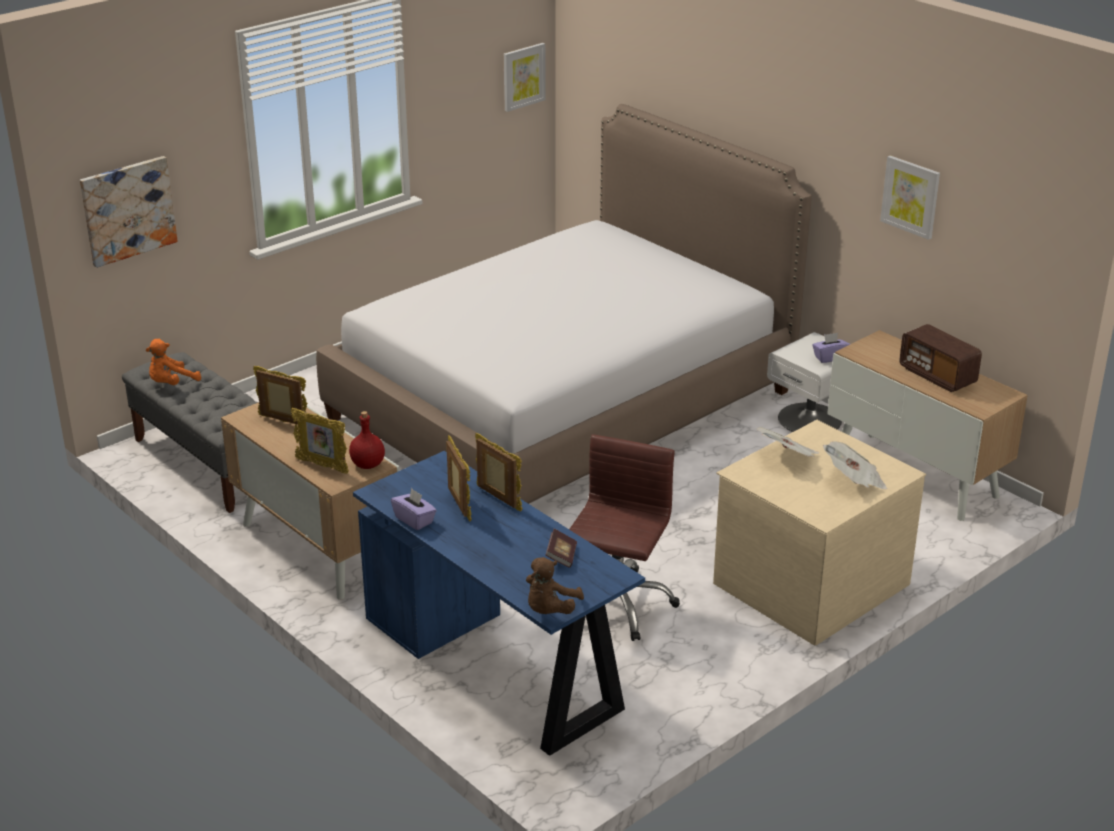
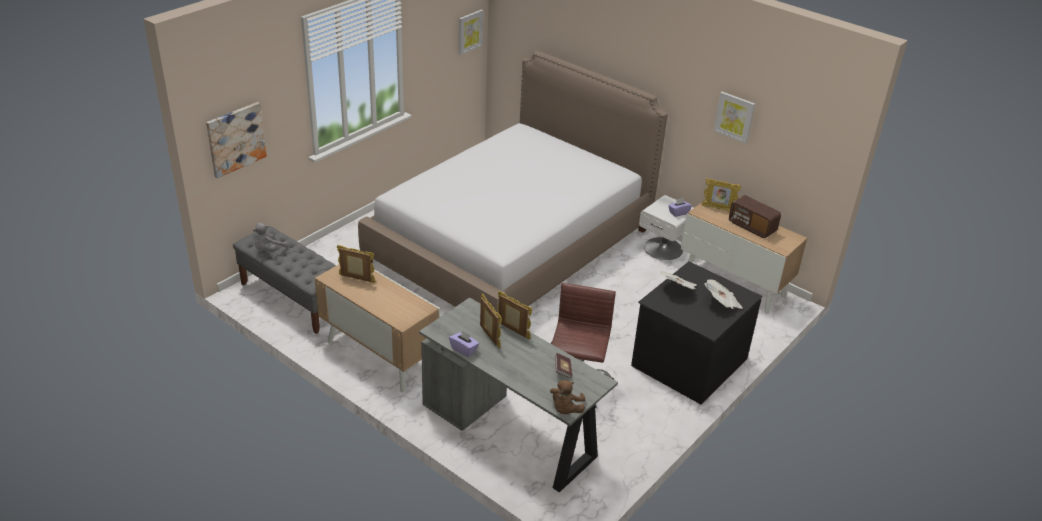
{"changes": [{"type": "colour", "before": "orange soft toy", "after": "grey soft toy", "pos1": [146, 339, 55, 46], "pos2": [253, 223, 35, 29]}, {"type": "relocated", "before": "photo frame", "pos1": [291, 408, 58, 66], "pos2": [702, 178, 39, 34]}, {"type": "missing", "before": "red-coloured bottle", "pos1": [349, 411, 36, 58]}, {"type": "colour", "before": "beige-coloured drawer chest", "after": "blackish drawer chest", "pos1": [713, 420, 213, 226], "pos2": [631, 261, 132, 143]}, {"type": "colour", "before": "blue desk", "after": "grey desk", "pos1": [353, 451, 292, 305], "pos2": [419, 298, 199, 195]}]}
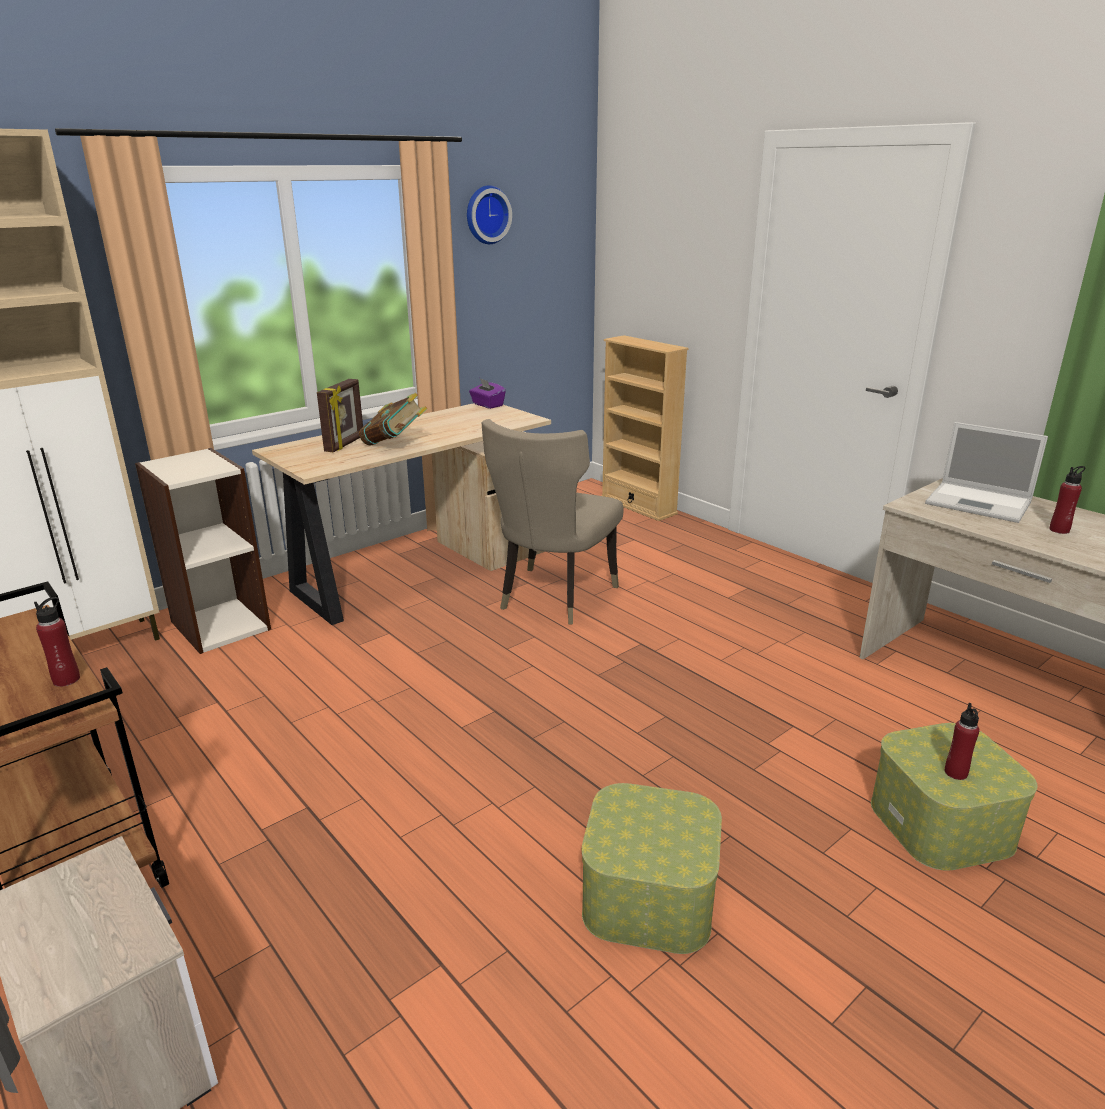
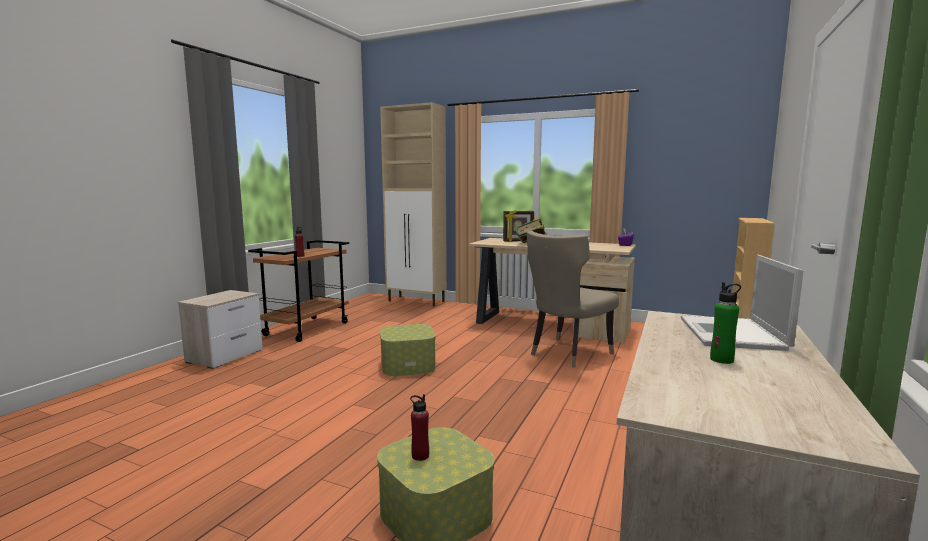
{"changes": [{"type": "missing", "before": "wall clock", "pos1": [467, 185, 45, 59]}, {"type": "spun", "before": "beige-coloured chair", "pos1": [482, 419, 142, 205], "pos2": [527, 231, 92, 137], "turn": -45}, {"type": "missing", "before": "bookcase", "pos1": [135, 448, 136, 206]}, {"type": "colour", "before": "red-coloured bottle", "after": "green-coloured bottle", "pos1": [1049, 466, 37, 68], "pos2": [710, 282, 31, 82]}, {"type": "relocated", "before": "storage container", "pos1": [582, 783, 140, 171], "pos2": [380, 324, 56, 52]}]}
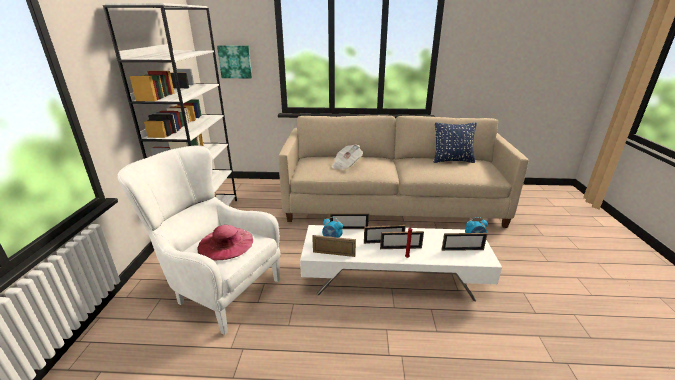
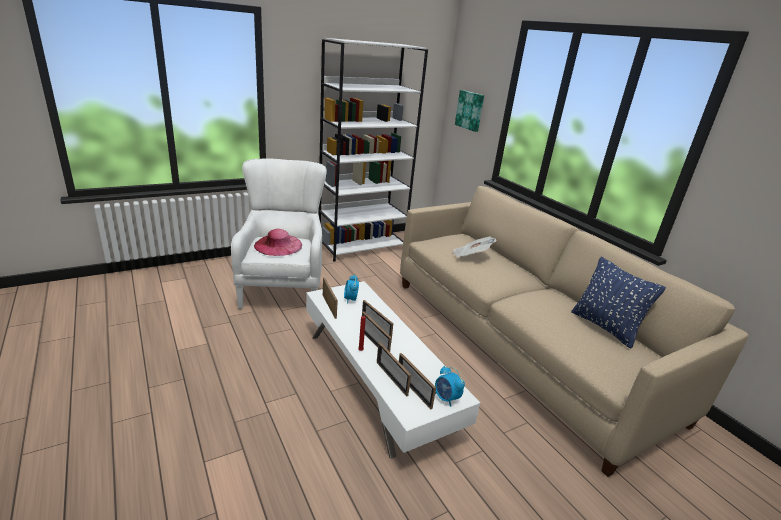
{"changes": [{"type": "relocated", "before": "photo frame", "pos1": [330, 213, 39, 16], "pos2": [377, 342, 34, 55]}]}
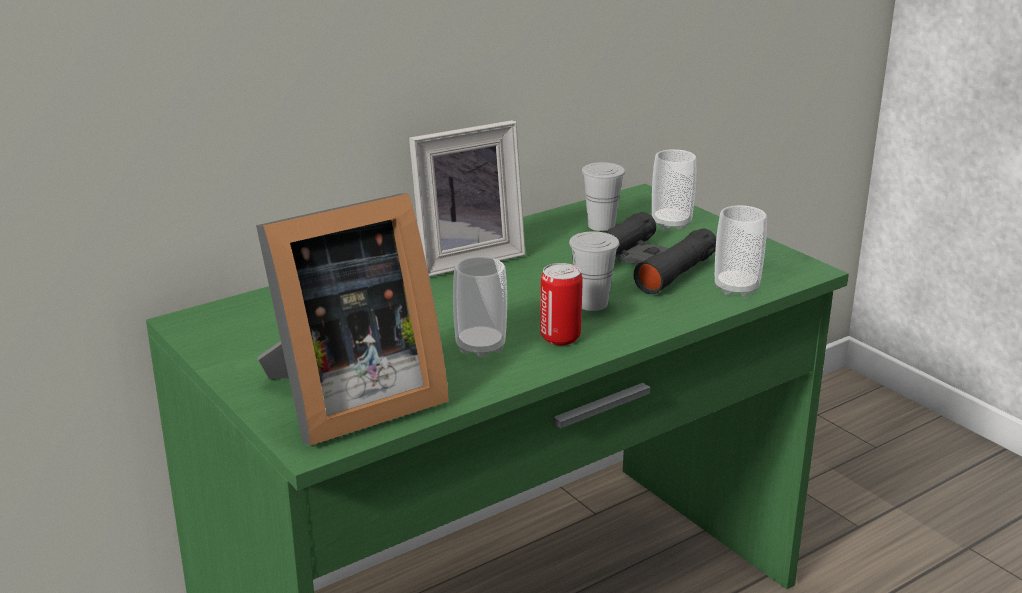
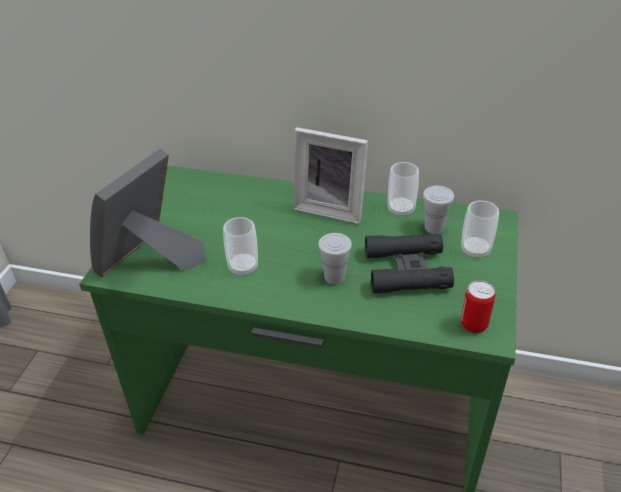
{"changes": [{"type": "spun", "before": "photo frame", "pos1": [256, 193, 193, 252], "pos2": [90, 149, 116, 129], "turn": 105}, {"type": "relocated", "before": "drinking cup", "pos1": [715, 205, 52, 92], "pos2": [388, 162, 31, 55]}, {"type": "relocated", "before": "sealed can", "pos1": [540, 263, 43, 82], "pos2": [461, 280, 34, 53]}]}
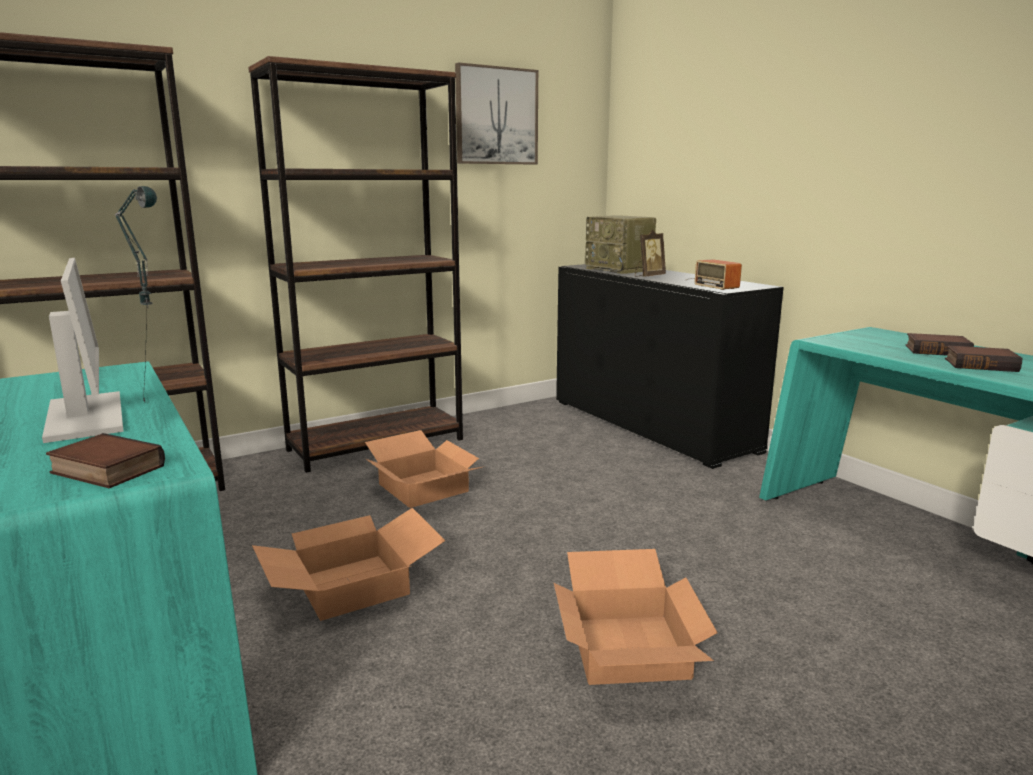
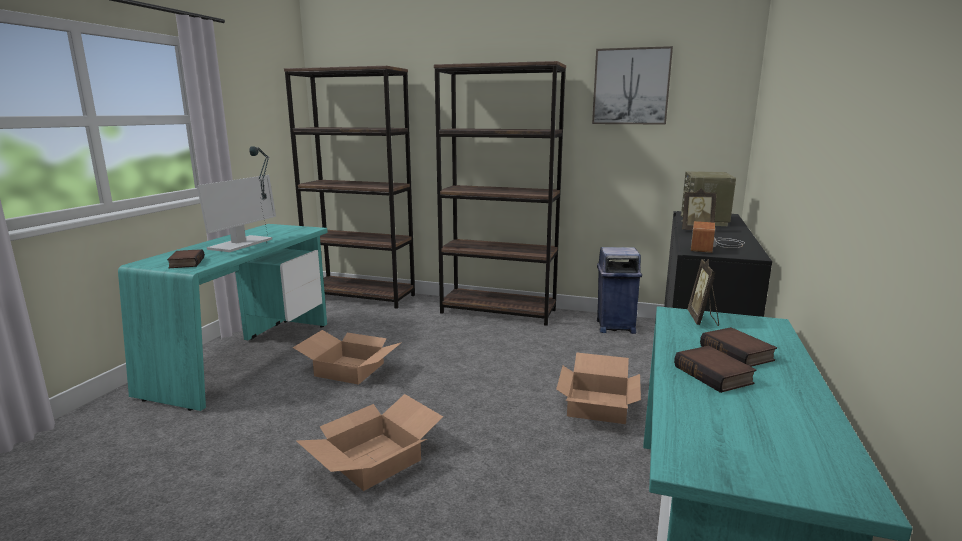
{"changes": [{"type": "relocated", "before": "carton", "pos1": [365, 430, 120, 78], "pos2": [556, 352, 85, 72]}, {"type": "appeared", "after": "blue waste bin", "pos2": [597, 247, 45, 87]}, {"type": "appeared", "after": "photo frame", "pos2": [688, 259, 31, 67]}]}
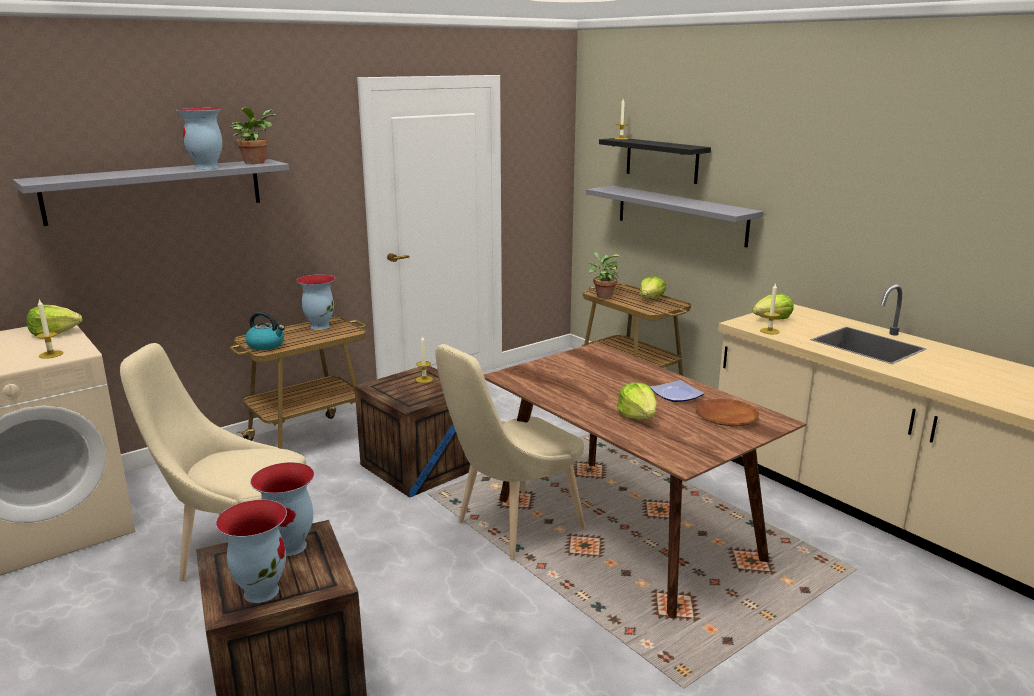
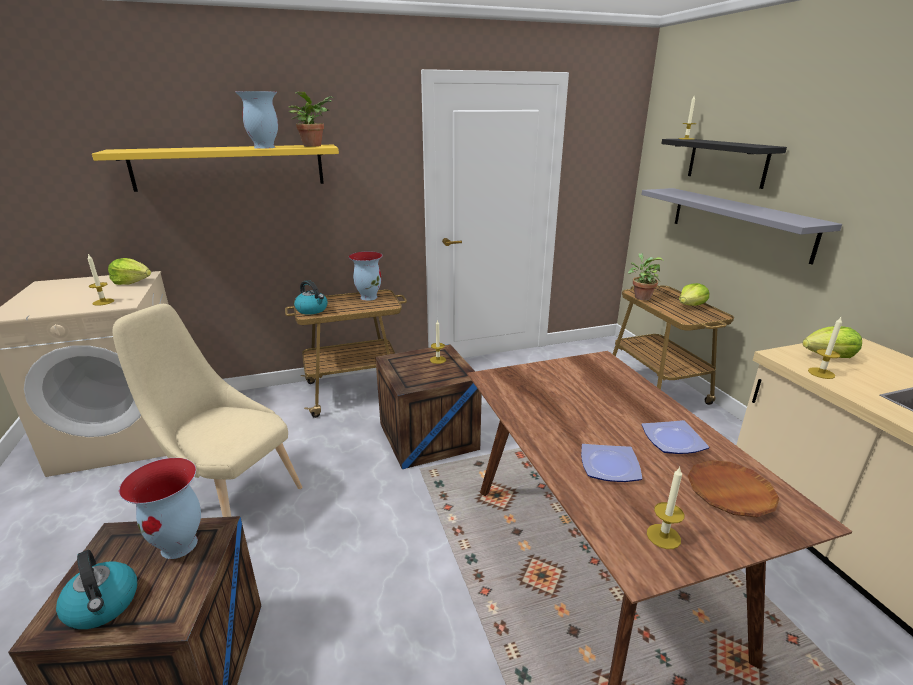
{"changes": [{"type": "colour", "before": "grey wall shelf", "after": "yellow wall shelf", "pos1": [13, 159, 276, 67], "pos2": [92, 145, 247, 47]}, {"type": "missing", "before": "beige-coloured chair", "pos1": [435, 344, 150, 216]}, {"type": "exchanged", "before": "lettuce head", "after": "dinner plate", "pos1": [617, 383, 40, 36], "pos2": [581, 444, 61, 38]}, {"type": "exchanged", "before": "flower vase", "after": "kettle", "pos1": [216, 500, 71, 103], "pos2": [56, 550, 81, 79]}, {"type": "appeared", "after": "candle", "pos2": [647, 467, 37, 82]}]}
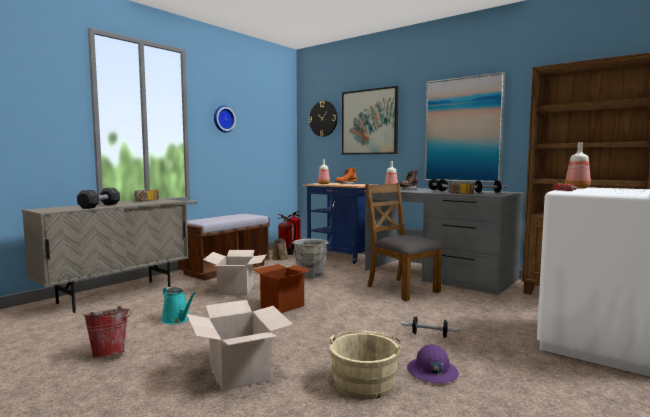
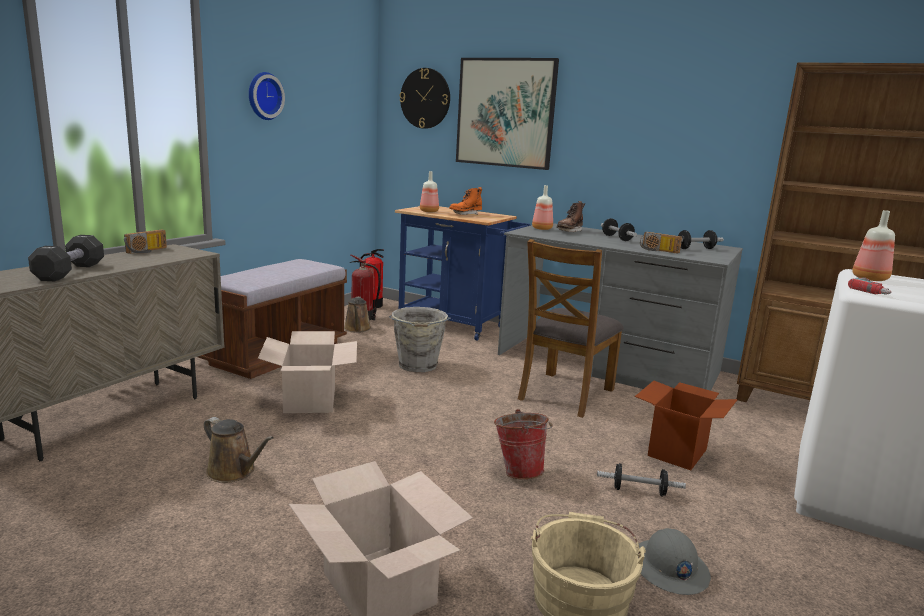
{"changes": [{"type": "missing", "before": "picture", "pos1": [424, 72, 81, 111]}, {"type": "spun", "before": "brown-coloured chair", "pos1": [365, 183, 78, 118], "pos2": [518, 239, 106, 179], "turn": -105}, {"type": "relocated", "before": "carton", "pos1": [253, 264, 60, 49], "pos2": [635, 381, 103, 89]}, {"type": "colour", "before": "turquoise watering pot", "after": "brown-coloured watering pot", "pos1": [161, 287, 35, 37], "pos2": [204, 417, 70, 66]}, {"type": "relocated", "before": "water bucket", "pos1": [83, 306, 49, 51], "pos2": [494, 409, 59, 70]}, {"type": "colour", "before": "purple safety helmet", "after": "grey safety helmet", "pos1": [407, 344, 52, 39], "pos2": [639, 528, 72, 67]}]}
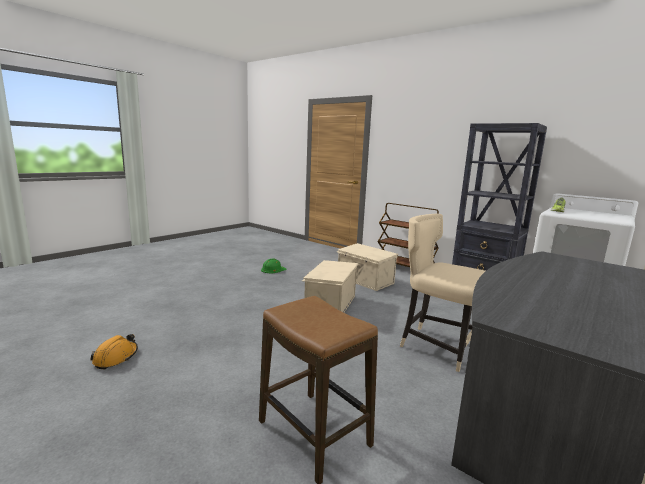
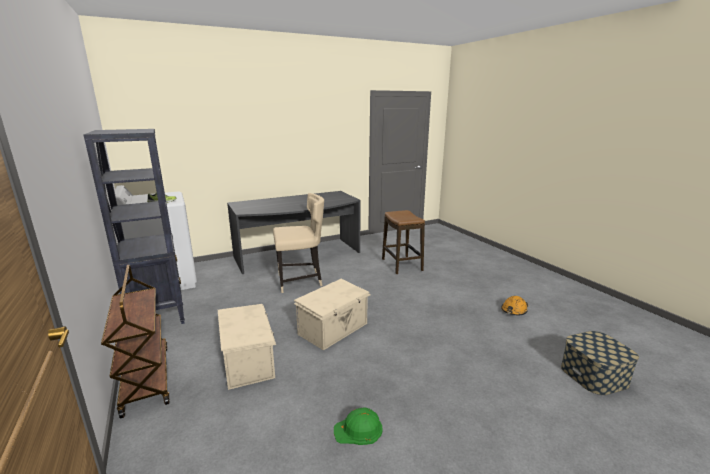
{"changes": [{"type": "spun", "before": "beige-coloured chair", "pos1": [400, 214, 85, 158], "pos2": [273, 193, 51, 100], "turn": -75}, {"type": "appeared", "after": "storage container", "pos2": [561, 331, 78, 64]}]}
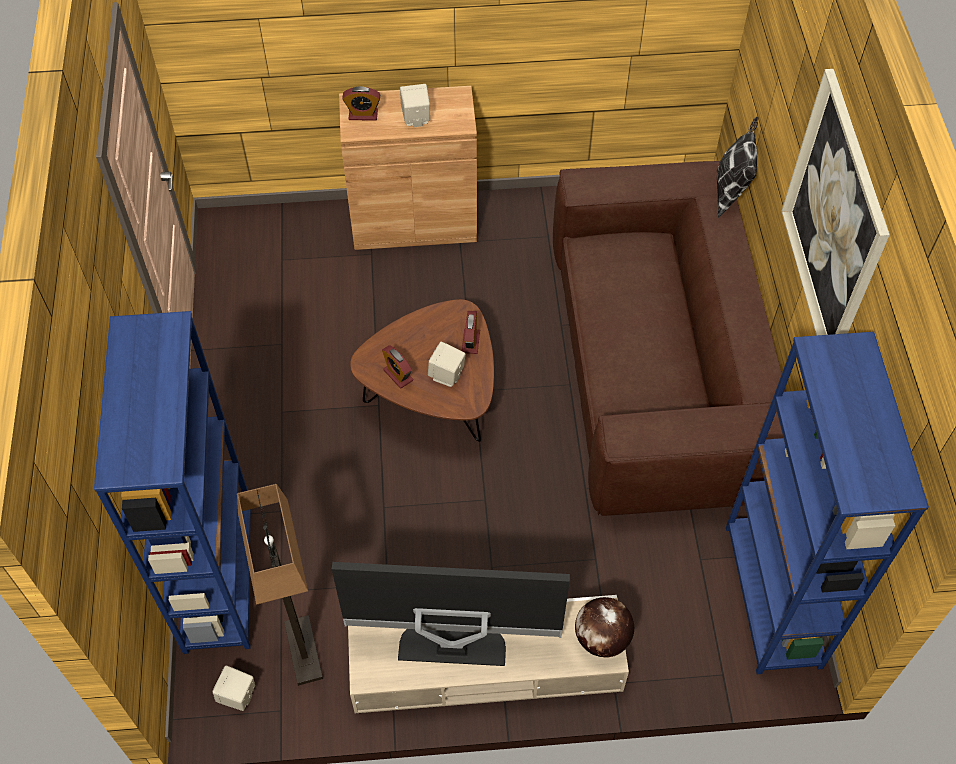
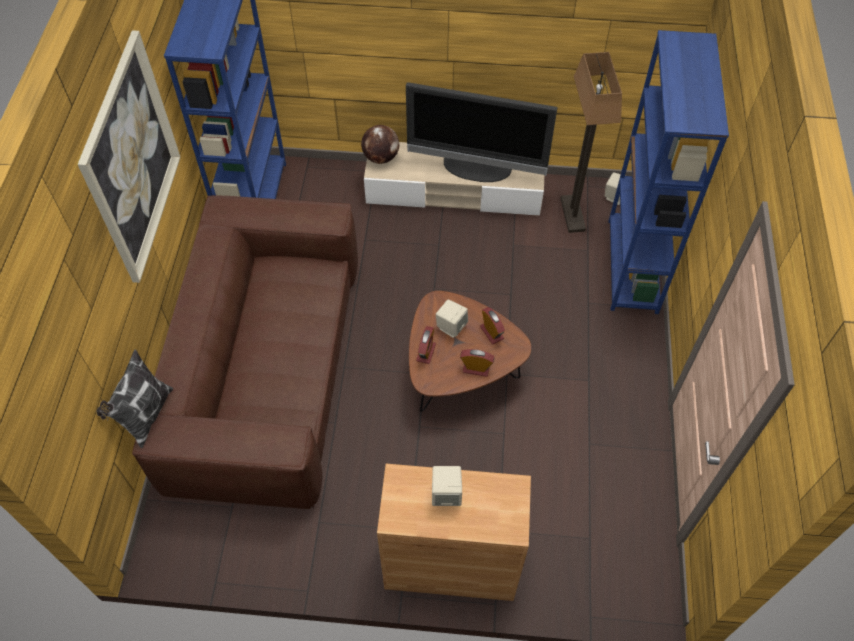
{"changes": [{"type": "relocated", "before": "bedside clock", "pos1": [342, 86, 38, 35], "pos2": [460, 349, 34, 28]}]}
